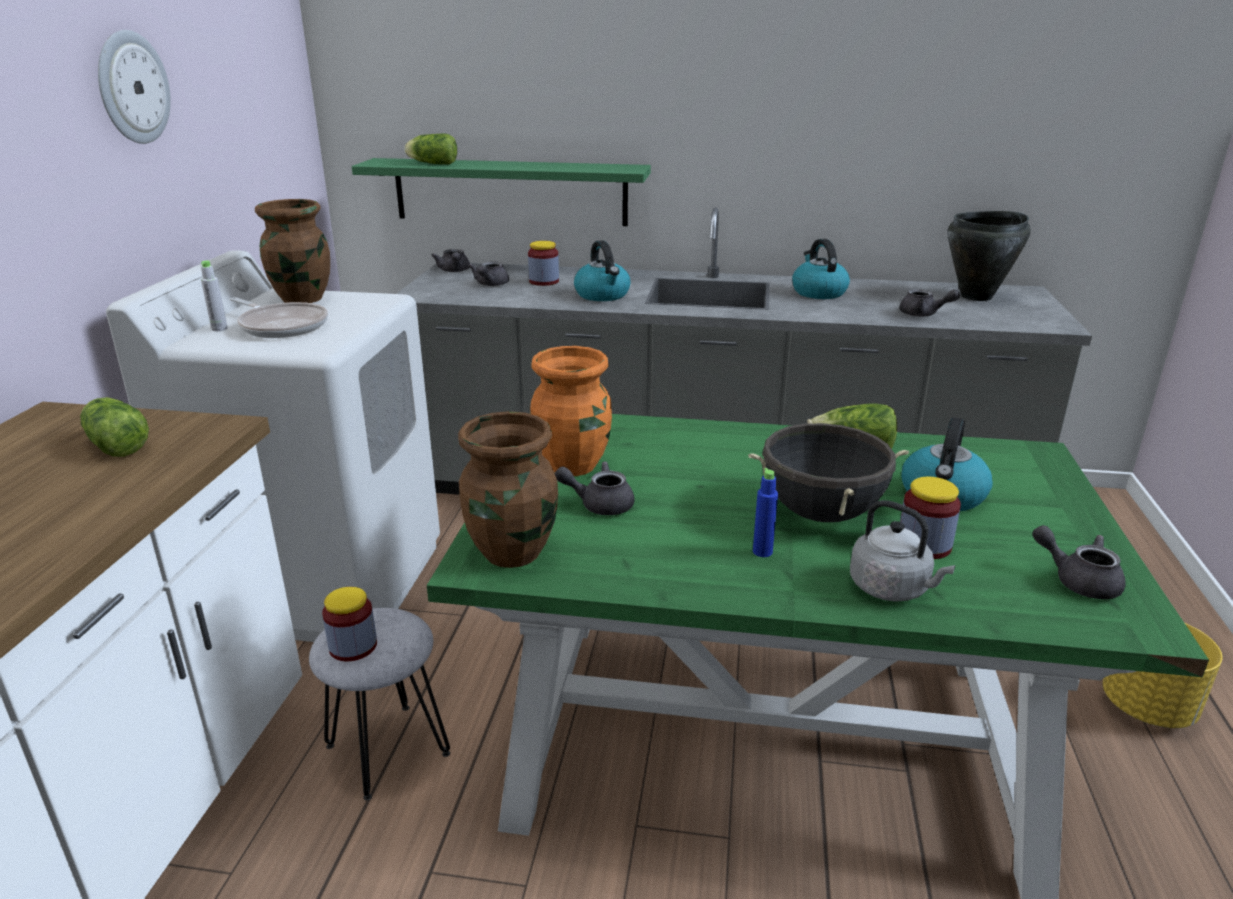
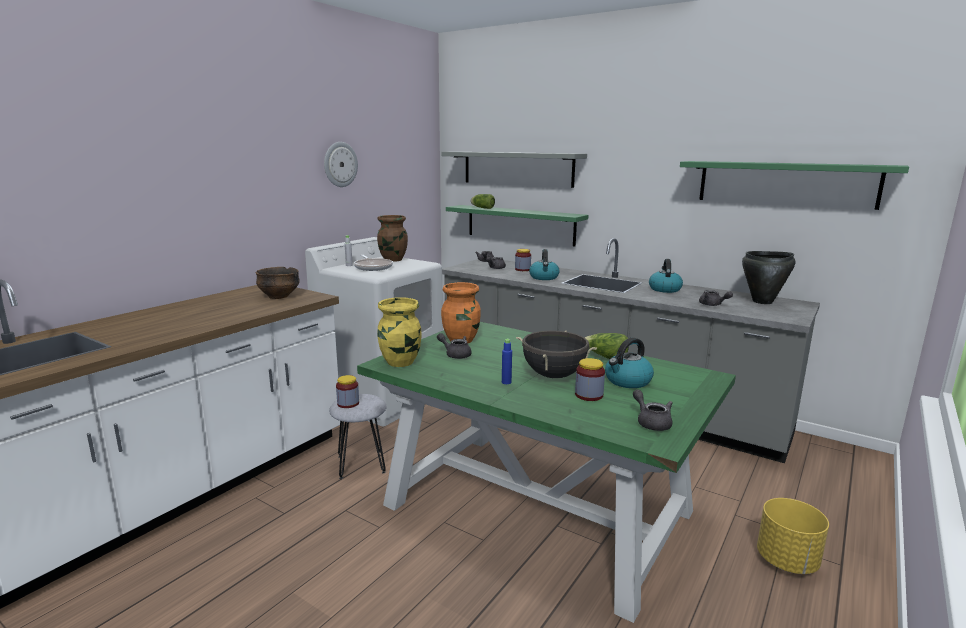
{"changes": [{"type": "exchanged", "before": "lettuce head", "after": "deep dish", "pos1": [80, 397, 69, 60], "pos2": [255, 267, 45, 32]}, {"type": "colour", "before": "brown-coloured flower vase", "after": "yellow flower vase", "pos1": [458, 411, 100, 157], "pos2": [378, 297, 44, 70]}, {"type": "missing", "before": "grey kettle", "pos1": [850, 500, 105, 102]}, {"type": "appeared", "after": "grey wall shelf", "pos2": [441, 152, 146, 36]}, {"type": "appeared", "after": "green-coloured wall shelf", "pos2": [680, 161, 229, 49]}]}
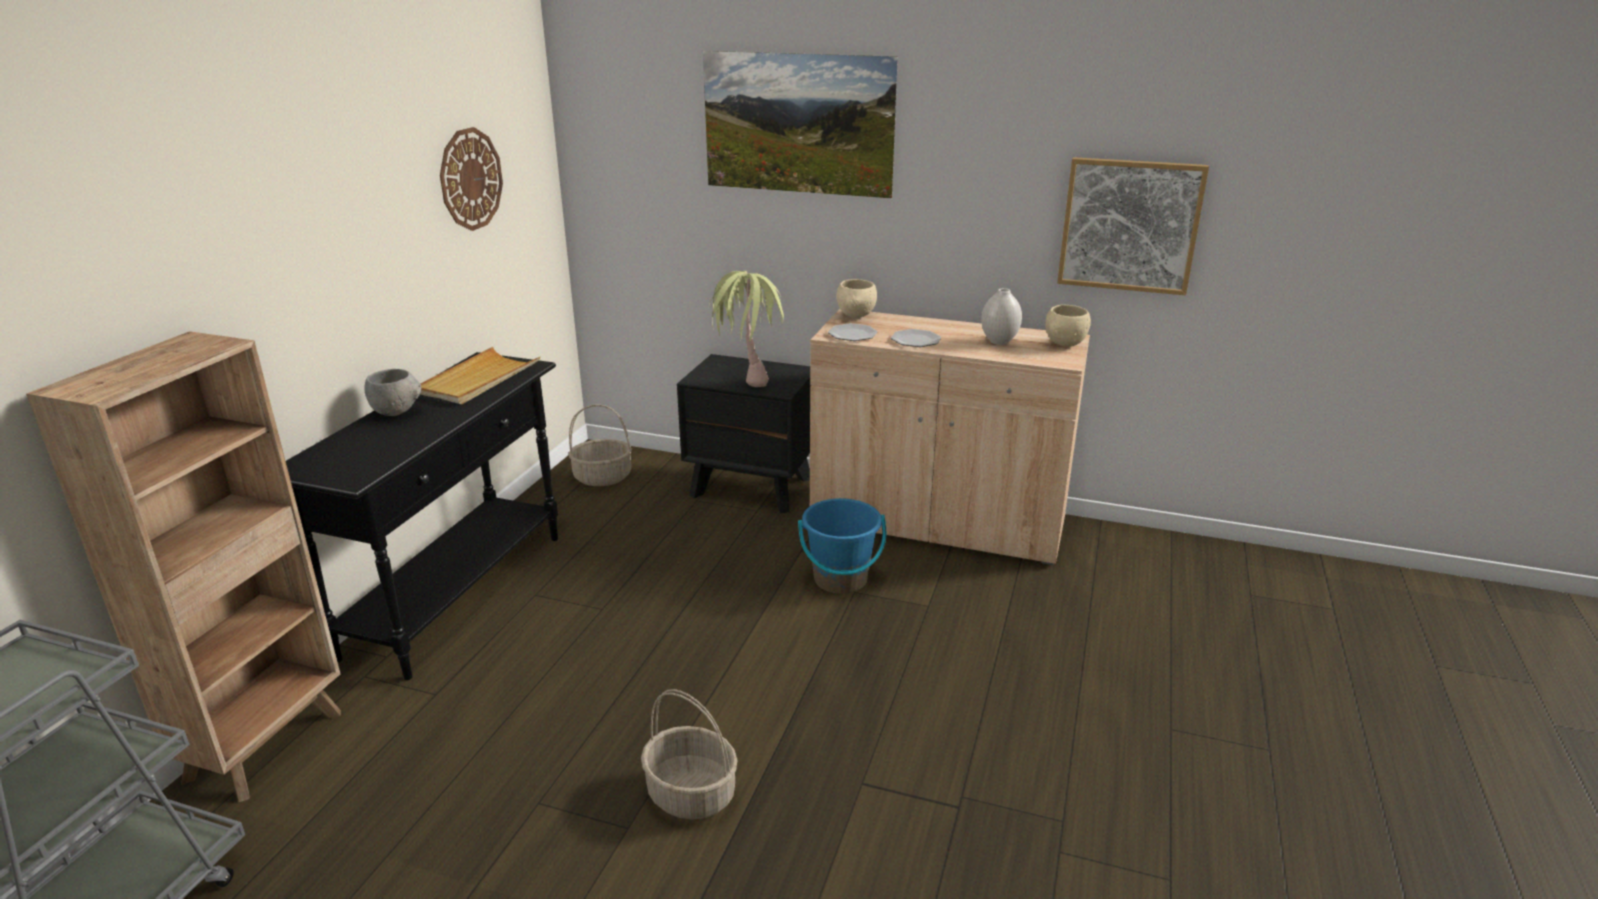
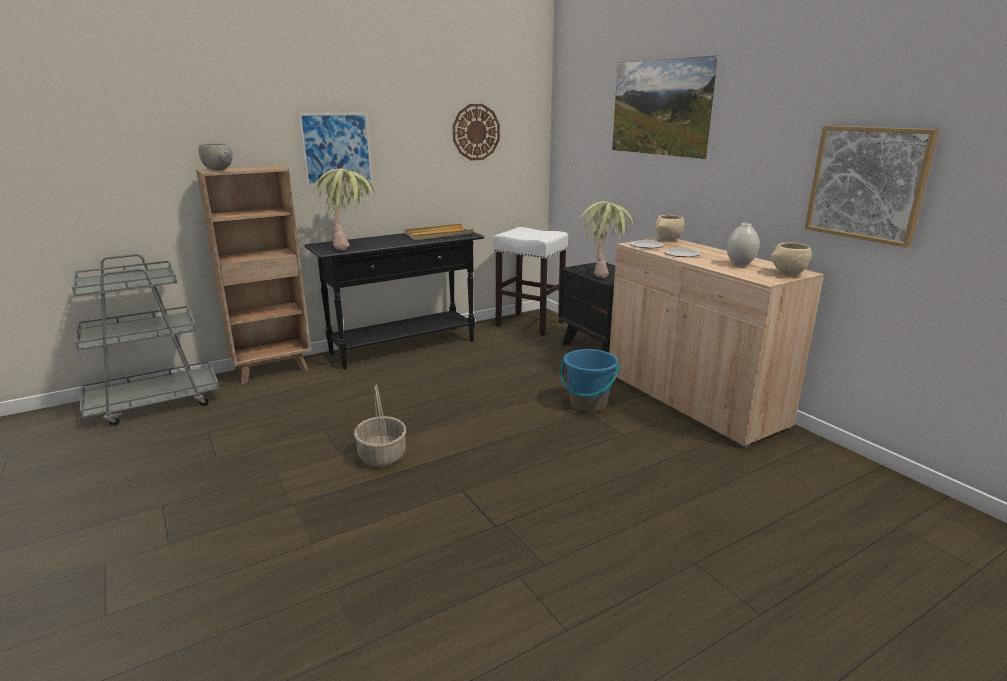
{"changes": [{"type": "relocated", "before": "grey deep dish", "pos1": [364, 369, 57, 47], "pos2": [198, 144, 35, 26]}, {"type": "exchanged", "before": "storage basket", "after": "whitish sitting stool", "pos1": [568, 404, 64, 82], "pos2": [493, 227, 75, 109]}, {"type": "appeared", "after": "picture", "pos2": [298, 112, 75, 74]}, {"type": "appeared", "after": "plant in a pot", "pos2": [314, 169, 60, 81]}]}
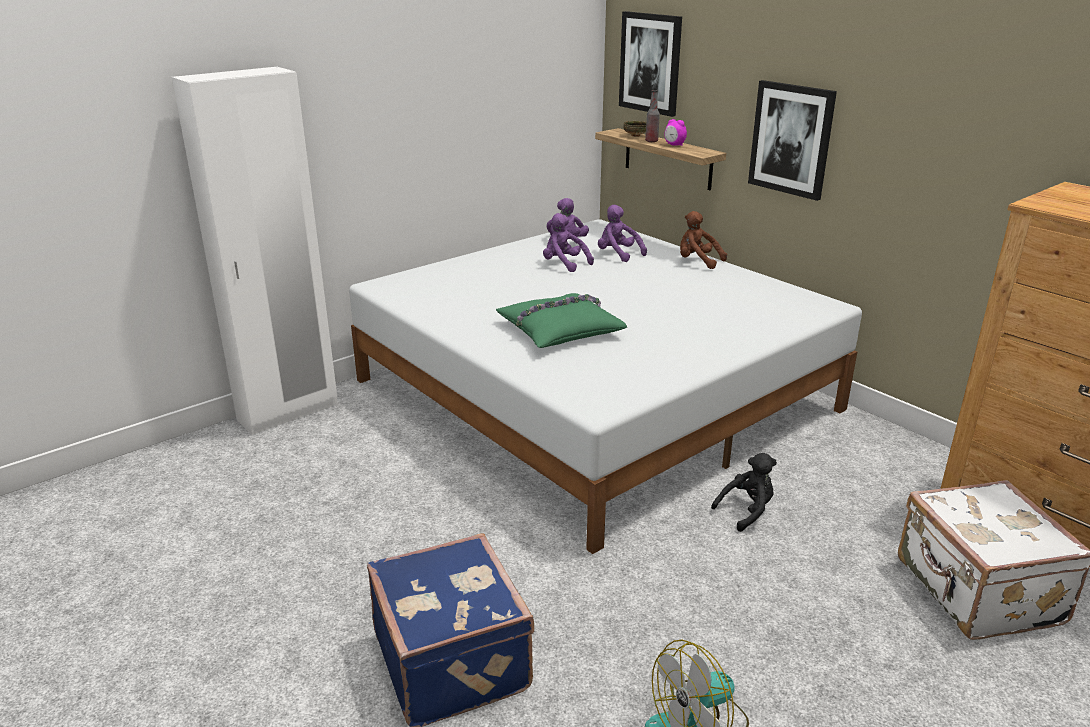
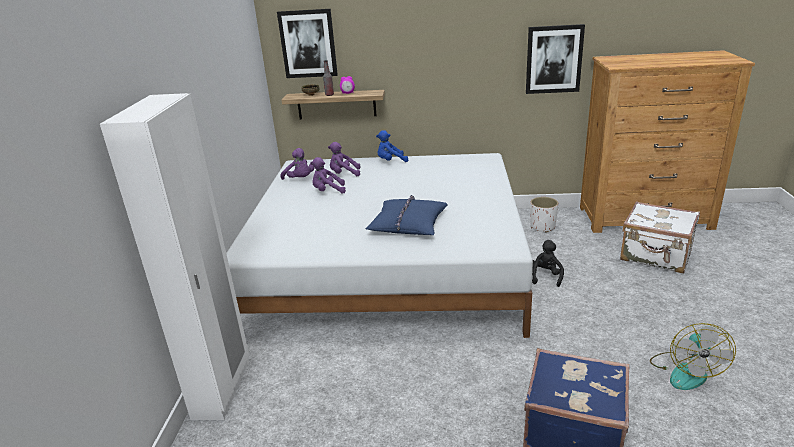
{"changes": [{"type": "relocated", "before": "picture", "pos1": [748, 80, 89, 121], "pos2": [526, 24, 59, 70]}, {"type": "colour", "before": "brown-coloured soft toy", "after": "blue soft toy", "pos1": [680, 211, 47, 58], "pos2": [376, 130, 32, 32]}, {"type": "colour", "before": "green-coloured throw pillow", "after": "blue throw pillow", "pos1": [496, 293, 131, 55], "pos2": [365, 195, 83, 40]}, {"type": "appeared", "after": "whitish plant pot", "pos2": [530, 197, 28, 35]}]}
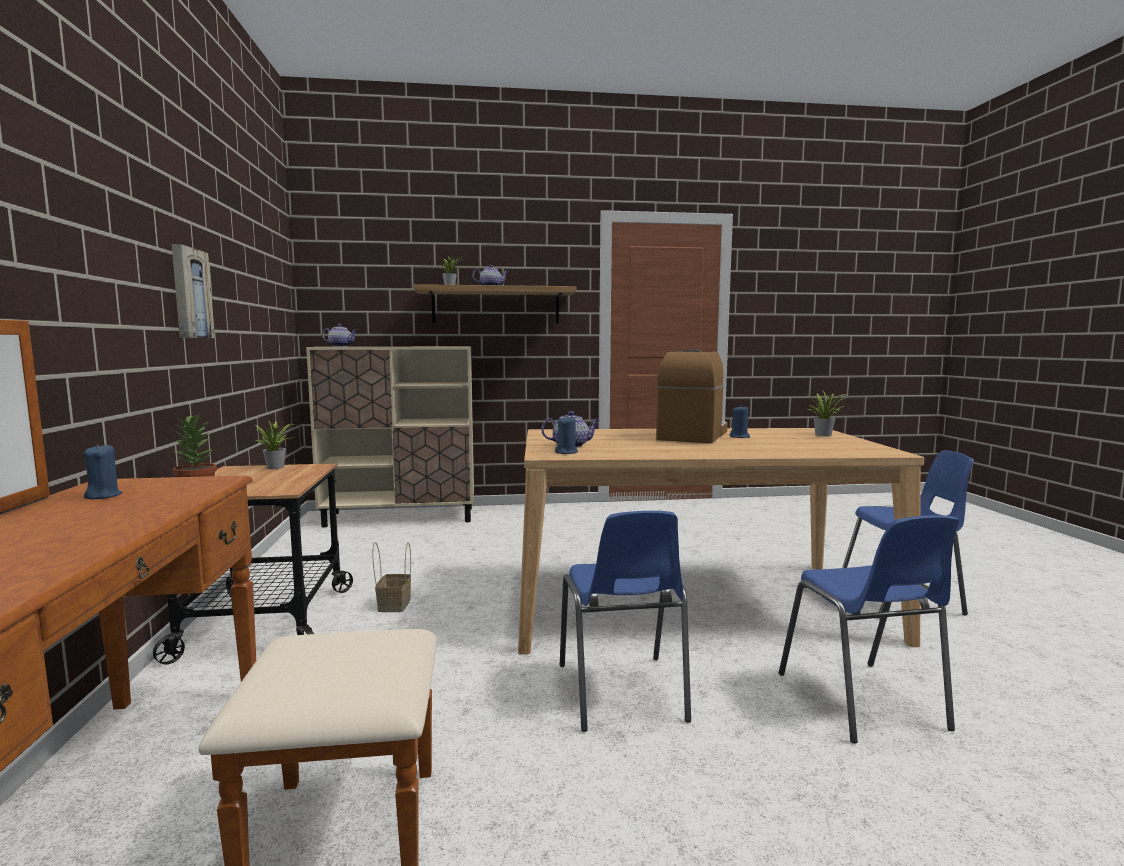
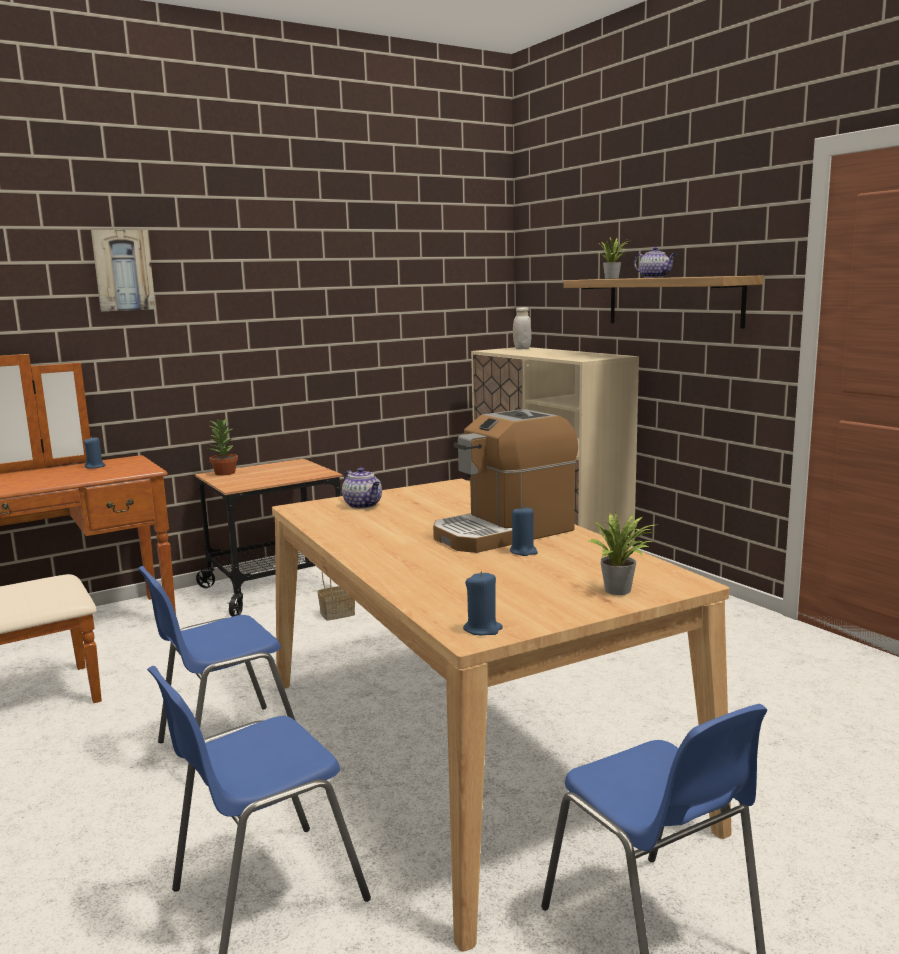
{"changes": [{"type": "relocated", "before": "picture", "pos1": [172, 244, 43, 94], "pos2": [91, 230, 65, 81]}, {"type": "exchanged", "before": "tea pot", "after": "whitish preserve jar", "pos1": [322, 324, 35, 22], "pos2": [513, 307, 18, 42]}, {"type": "spun", "before": "coffee machine", "pos1": [656, 349, 72, 94], "pos2": [433, 409, 145, 144], "turn": 150}, {"type": "relocated", "before": "blue candle", "pos1": [555, 416, 23, 38], "pos2": [463, 571, 40, 64]}, {"type": "missing", "before": "plant in a pot", "pos1": [255, 420, 39, 49]}]}
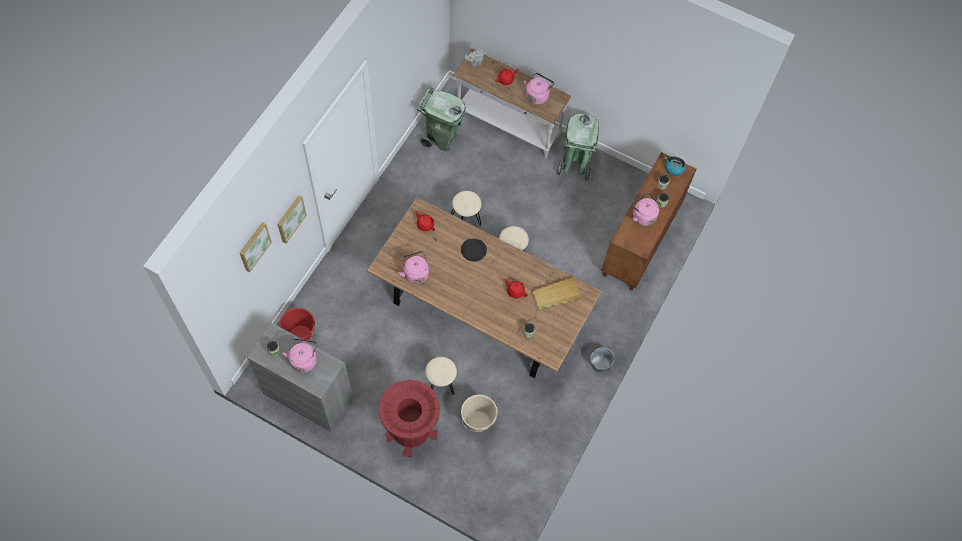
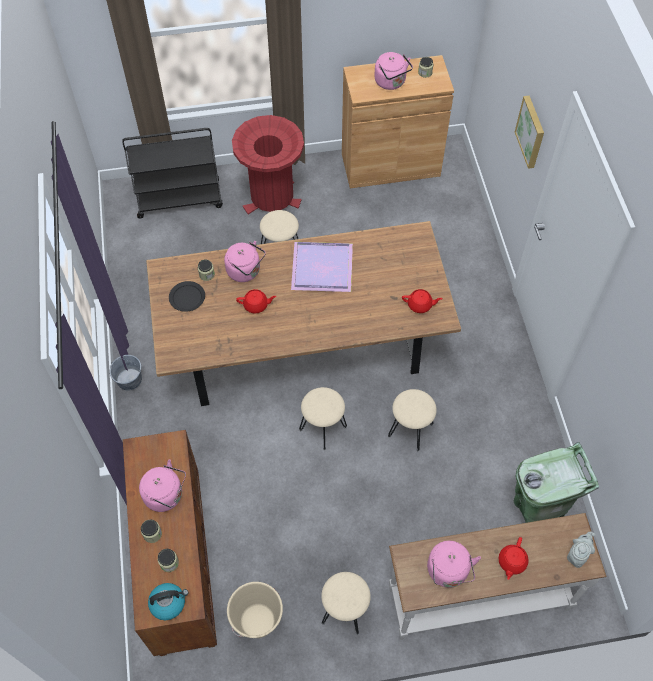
{"changes": [{"type": "exchanged", "before": "green-coloured waste bin", "after": "beige-coloured sitting stool", "pos1": [557, 113, 42, 68], "pos2": [321, 572, 50, 62]}, {"type": "missing", "before": "picture", "pos1": [240, 222, 32, 50]}, {"type": "relocated", "before": "blackish dinner plate", "pos1": [461, 238, 26, 24], "pos2": [169, 281, 36, 31]}, {"type": "relocated", "before": "pink kettle", "pos1": [399, 251, 30, 33], "pos2": [224, 241, 42, 41]}, {"type": "missing", "before": "beige-coloured serving tray", "pos1": [531, 276, 52, 35]}, {"type": "missing", "before": "red-coloured water bucket", "pos1": [279, 308, 36, 32]}, {"type": "colour", "before": "grey cabinet", "after": "brown-coloured cabinet", "pos1": [247, 322, 106, 110], "pos2": [342, 55, 112, 133]}, {"type": "relocated", "before": "beige-coloured water bucket", "pos1": [461, 395, 37, 37], "pos2": [227, 582, 56, 56]}, {"type": "appeared", "after": "blackish cart", "pos2": [122, 128, 101, 91]}, {"type": "appeared", "after": "purple serving tray", "pos2": [291, 242, 62, 50]}]}
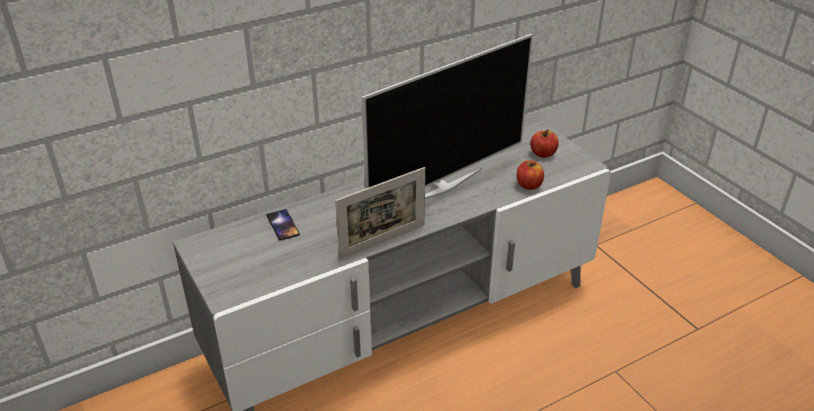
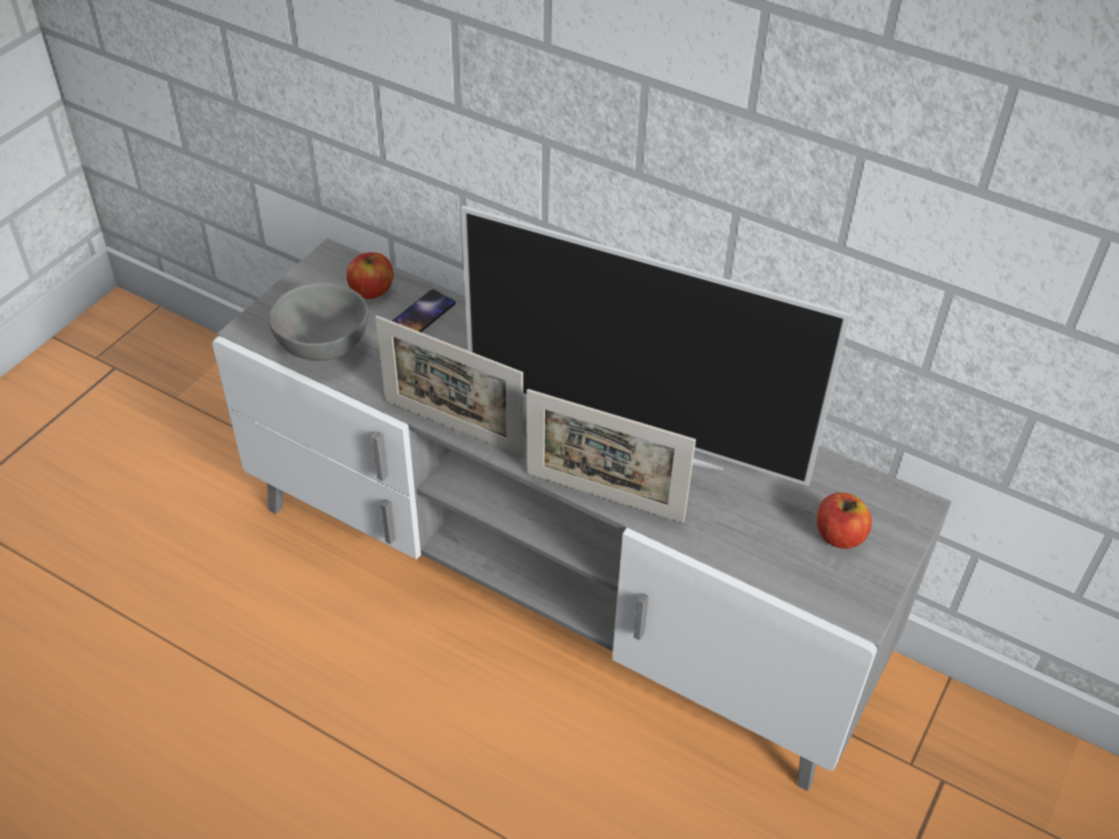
{"changes": [{"type": "relocated", "before": "apple", "pos1": [517, 160, 27, 30], "pos2": [347, 252, 46, 47]}, {"type": "appeared", "after": "grey deep dish", "pos2": [269, 282, 99, 79]}, {"type": "appeared", "after": "photo frame", "pos2": [526, 389, 170, 134]}]}
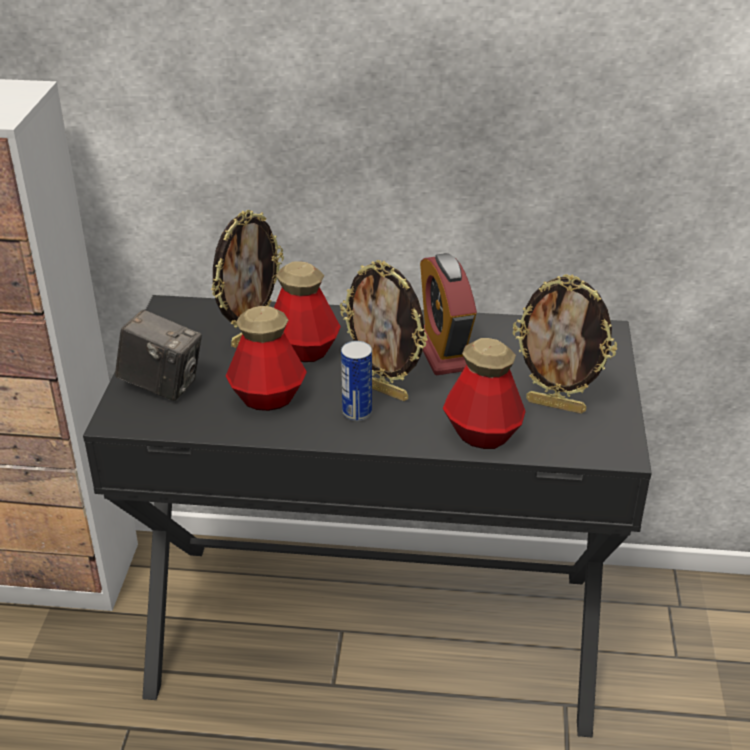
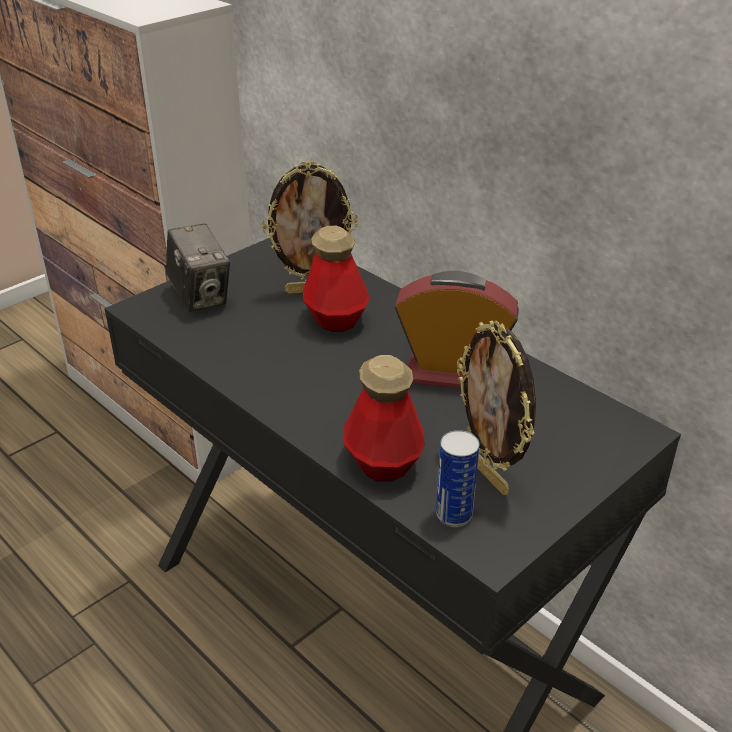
{"changes": [{"type": "spun", "before": "bedside clock", "pos1": [420, 253, 57, 122], "pos2": [394, 271, 125, 118], "turn": 75}, {"type": "missing", "before": "photo frame", "pos1": [340, 260, 88, 141]}, {"type": "missing", "before": "bottle", "pos1": [226, 306, 81, 105]}, {"type": "relocated", "before": "sealed can", "pos1": [341, 341, 31, 80], "pos2": [436, 430, 43, 97]}]}
